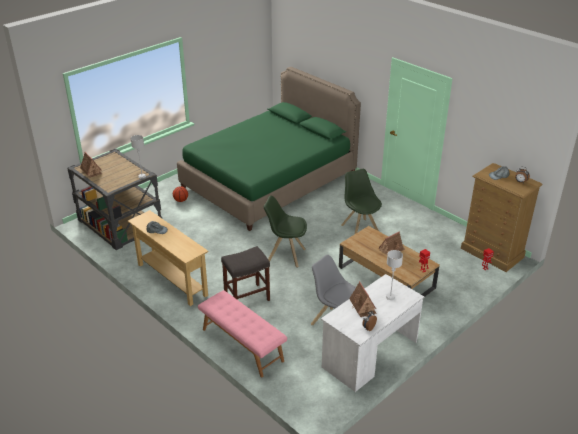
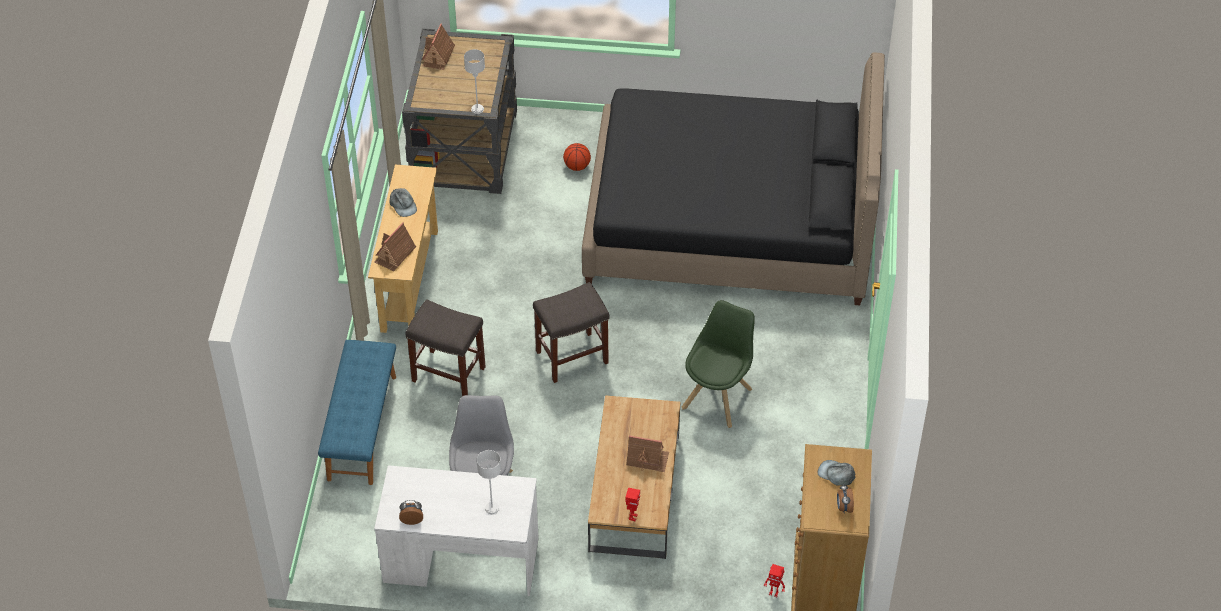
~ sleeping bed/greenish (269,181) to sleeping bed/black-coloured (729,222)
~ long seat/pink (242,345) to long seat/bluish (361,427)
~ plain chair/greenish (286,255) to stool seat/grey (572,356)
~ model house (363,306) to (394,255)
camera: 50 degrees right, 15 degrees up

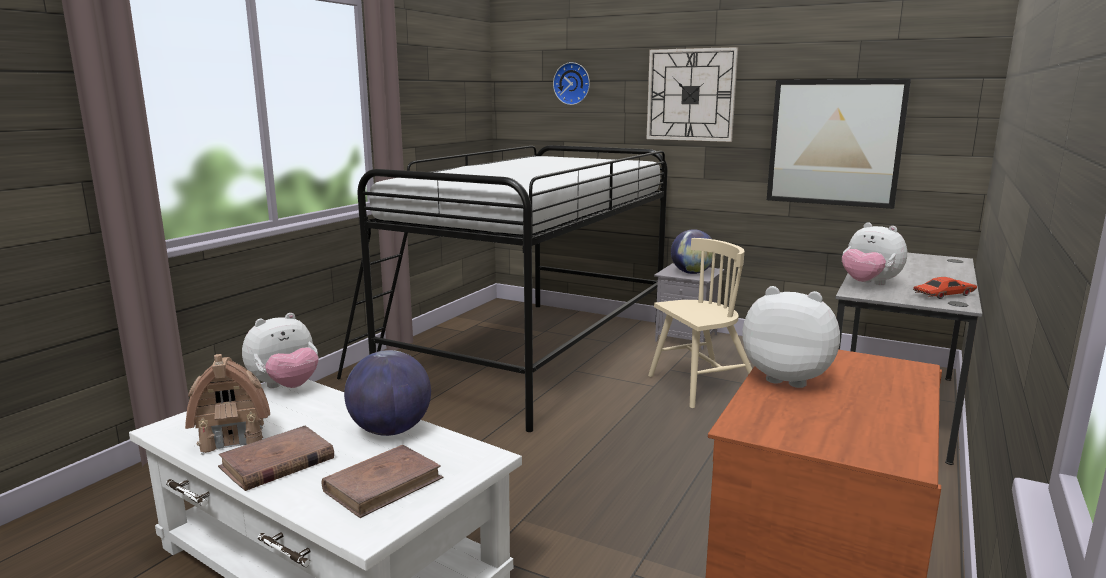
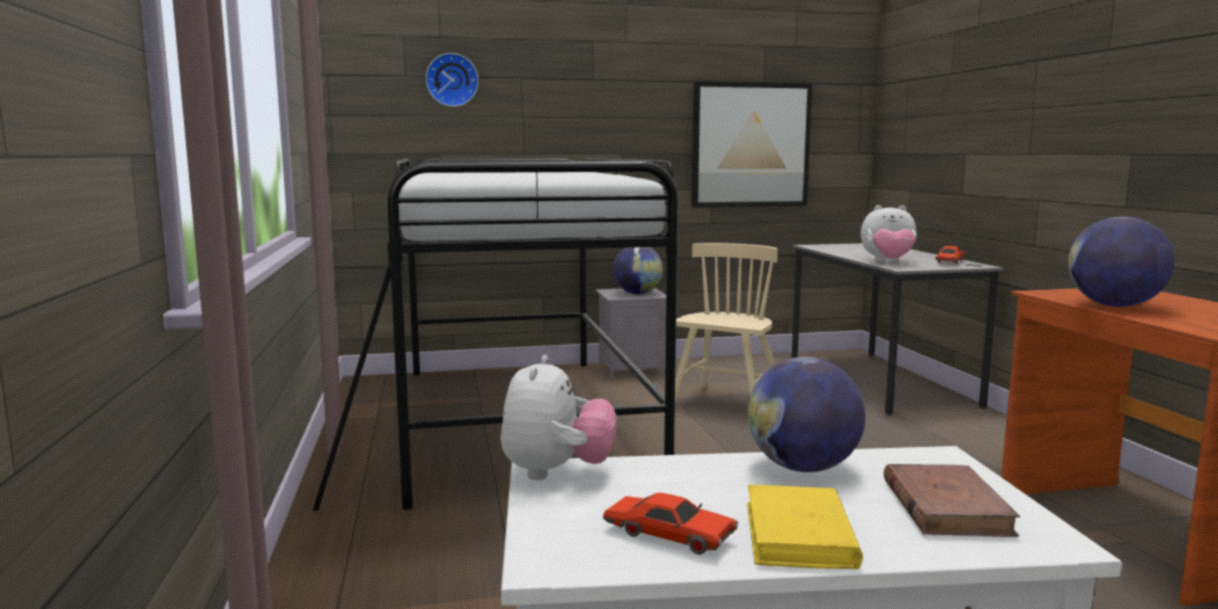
~ model house (233,437) to model car/red-coloured (669,535)
~ volume/brown (277,463) to volume/yellow (799,534)
- wall clock (691,95)
~ soft toy (788,378) to globe (1114,306)
camera: 40 degrees left, 5 degrees down

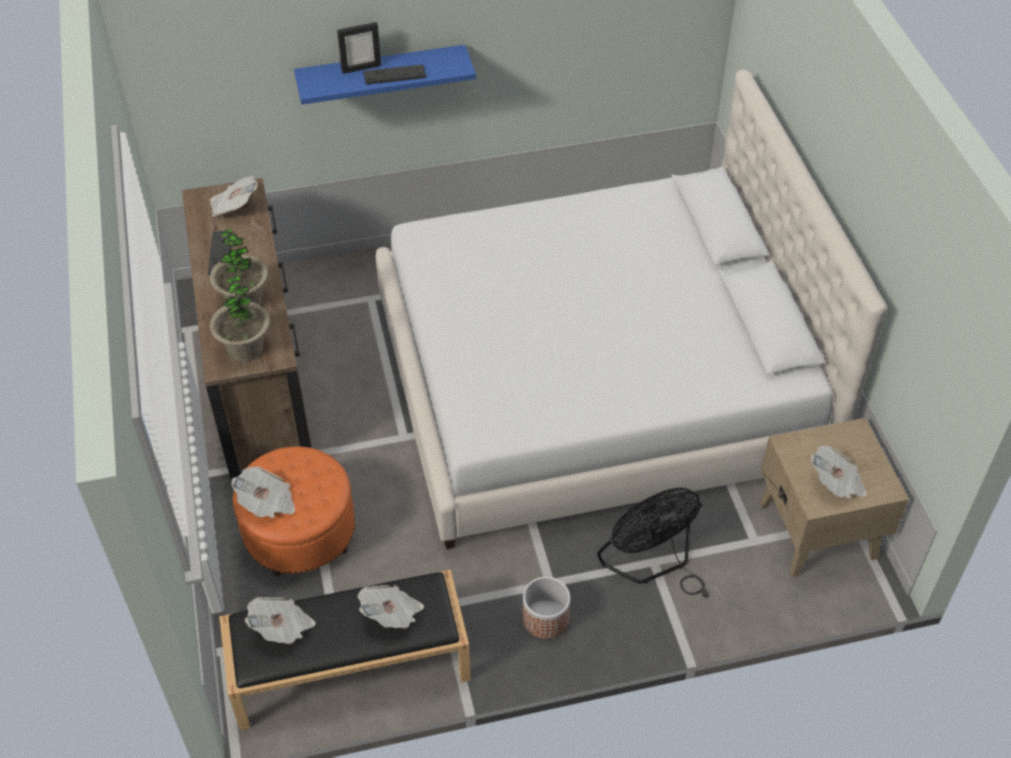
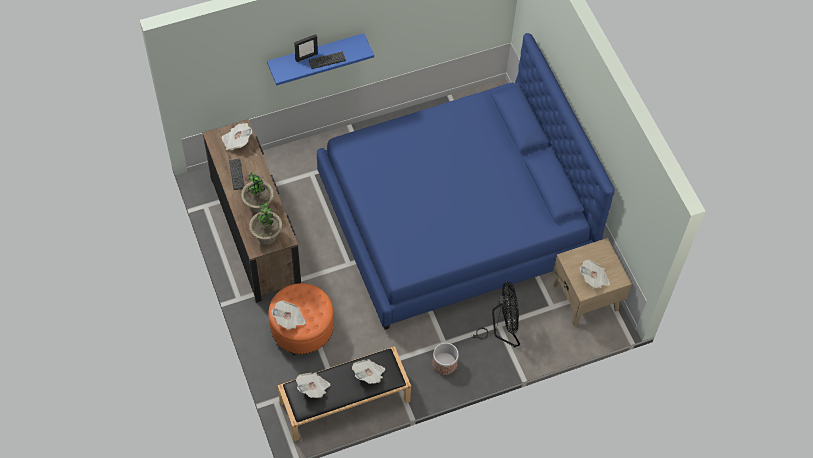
~ sleeping bed/whitish (598,381) to sleeping bed/bluish (455,216)
~ cooling fan/black-coloured (659,562) = (501,324) 120 degrees clockwise
camera: 10 degrees left, 10 degrees up

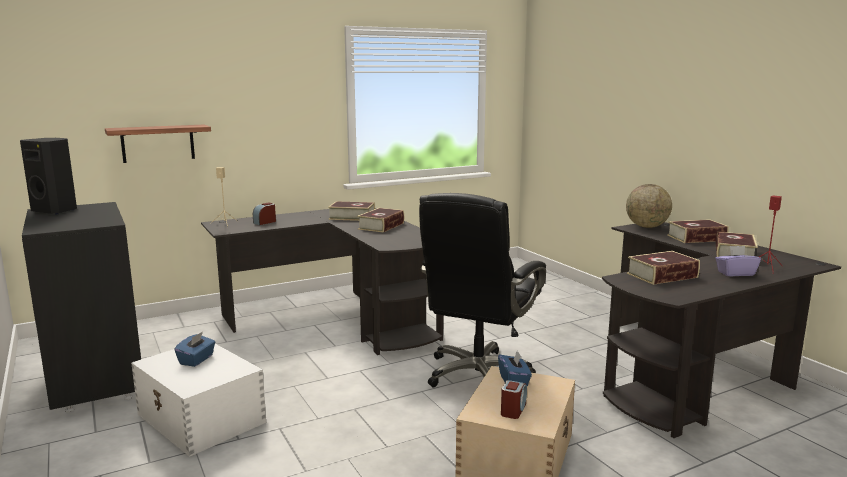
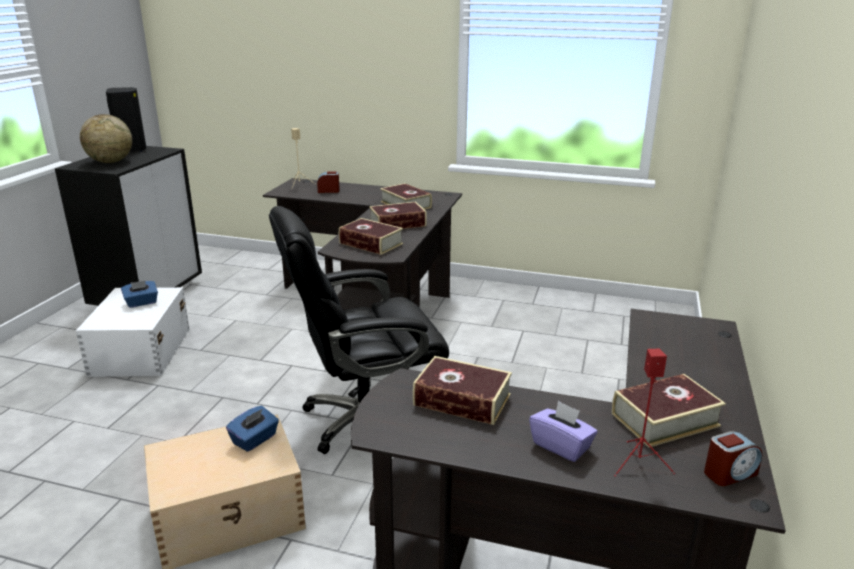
- bracket shelf (158,143)
~ alarm clock (513,410) to (729,473)
~ globe (647,227) to (110,162)
~ volume (696,238) to (371,243)
camera: 45 degrees right, 10 degrees up

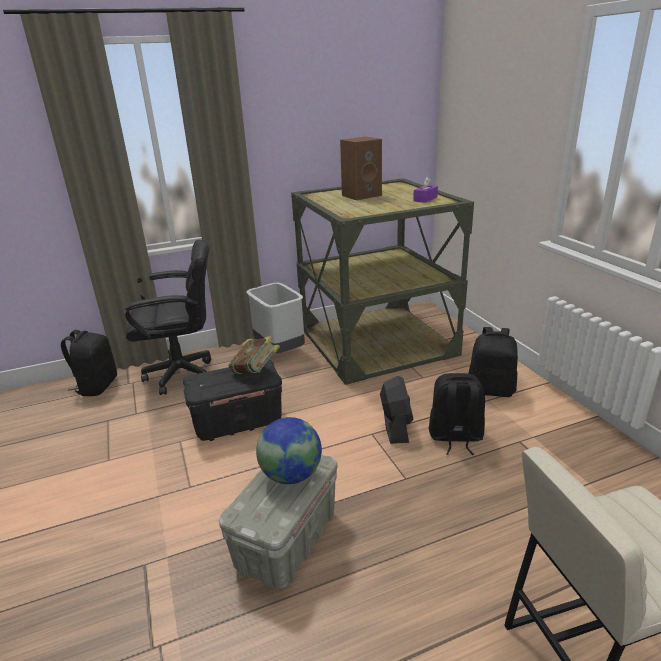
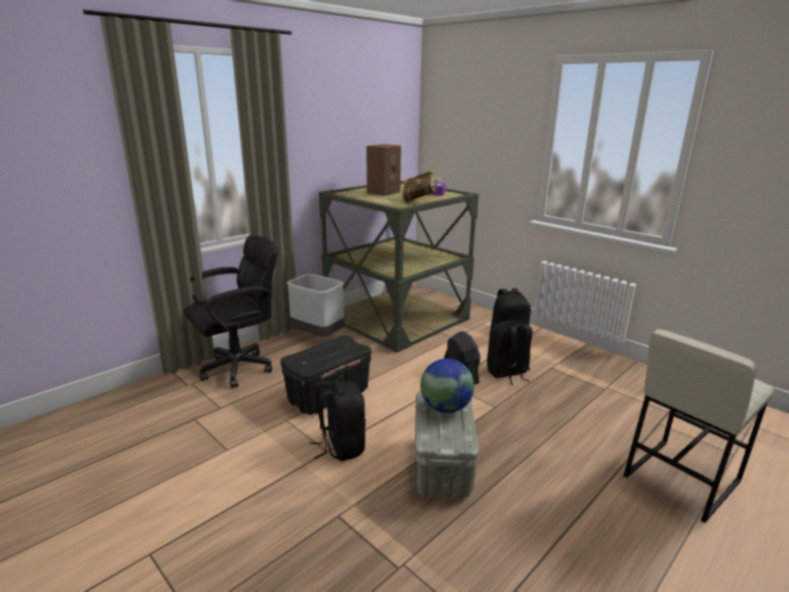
~ rucksack/black-coloured (97,386) to (341,446)
~ volume (256,372) to (420,200)
camera: 25 degrees left, 5 degrees down

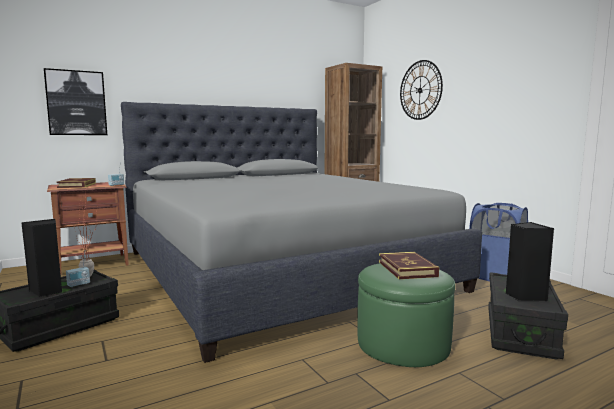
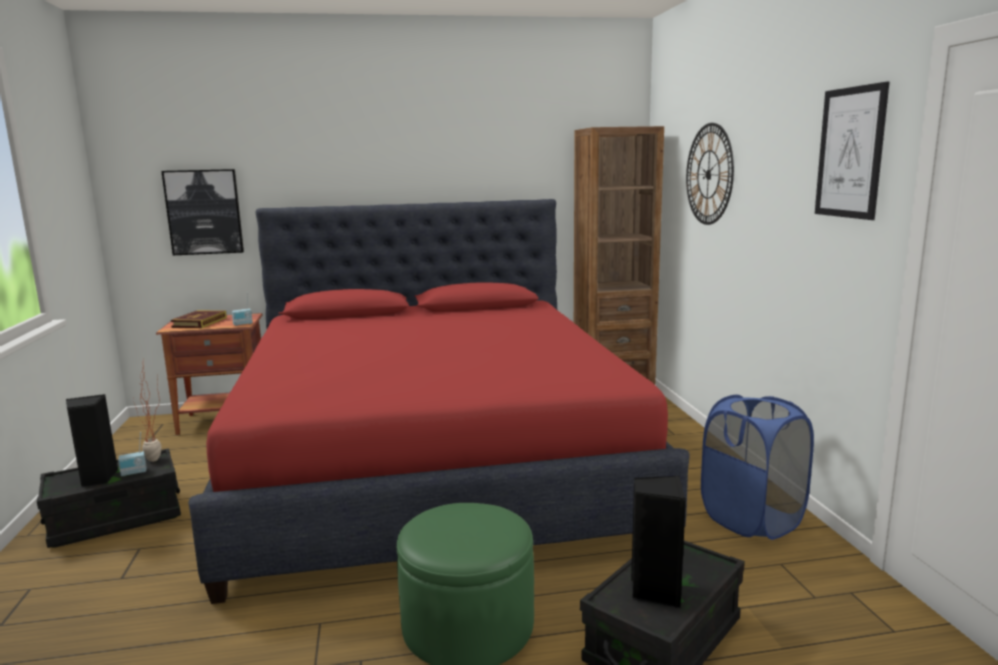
~ sleeping bed/grey (279,269) to sleeping bed/red-coloured (433,460)
- volume (407,269)
+ wall picture (850,153)
camera: 20 degrees right, 5 degrees up

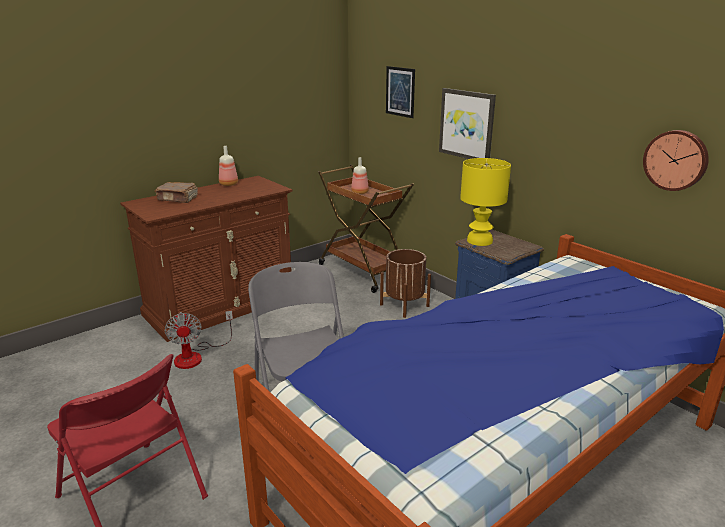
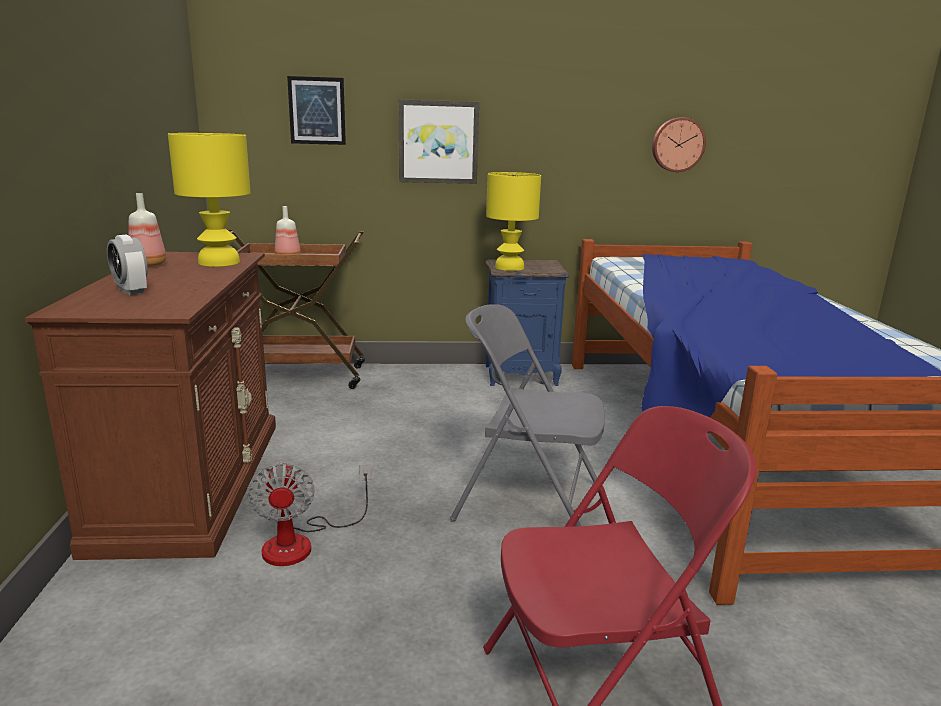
~ volume/brown (178,199) to alarm clock (131,291)
~ cooling fan (196,356) = (302,542) 60 degrees clockwise
- plant pot/brown (404,305)
+ lamp for a table/yellow (220,262)
camera: 55 degrees left, 5 degrees down

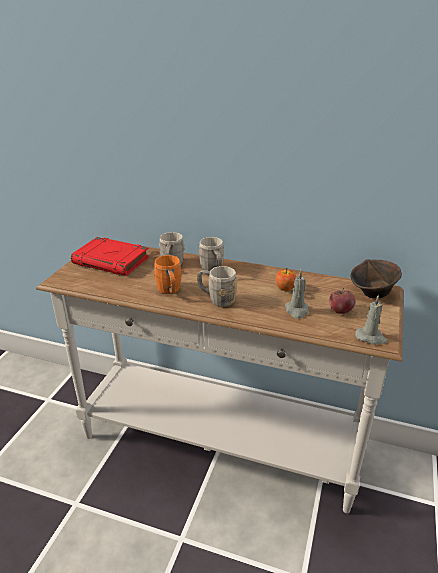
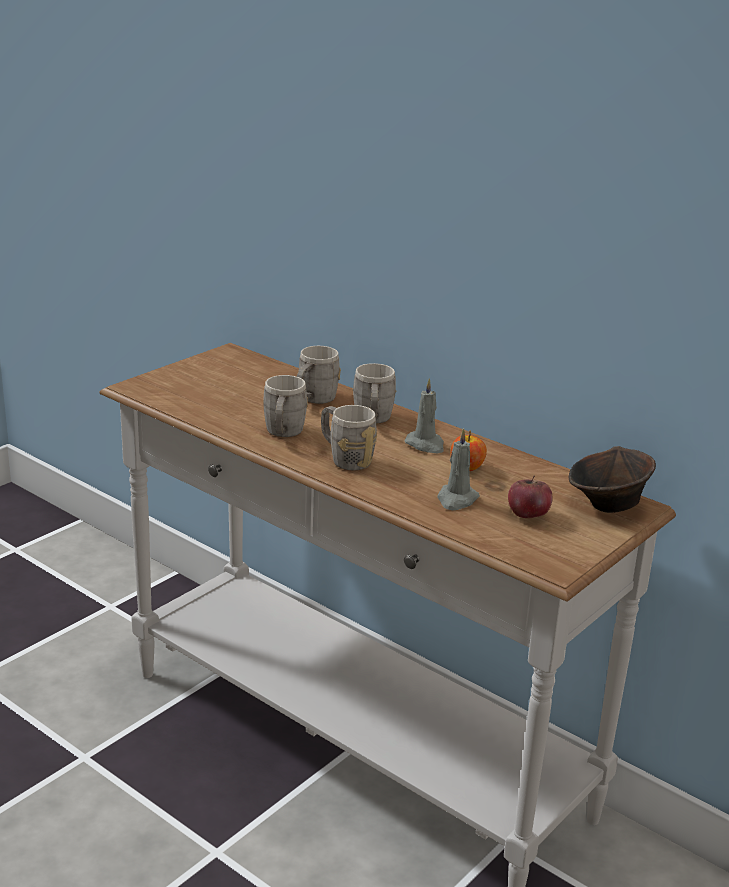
- volume/red-coloured (112,261)
~ mug/orange-coloured (170,291) to mug/grey (283,434)
~ candle/grey (371,337) to (426,445)
camera: 20 degrees right, 5 degrees down

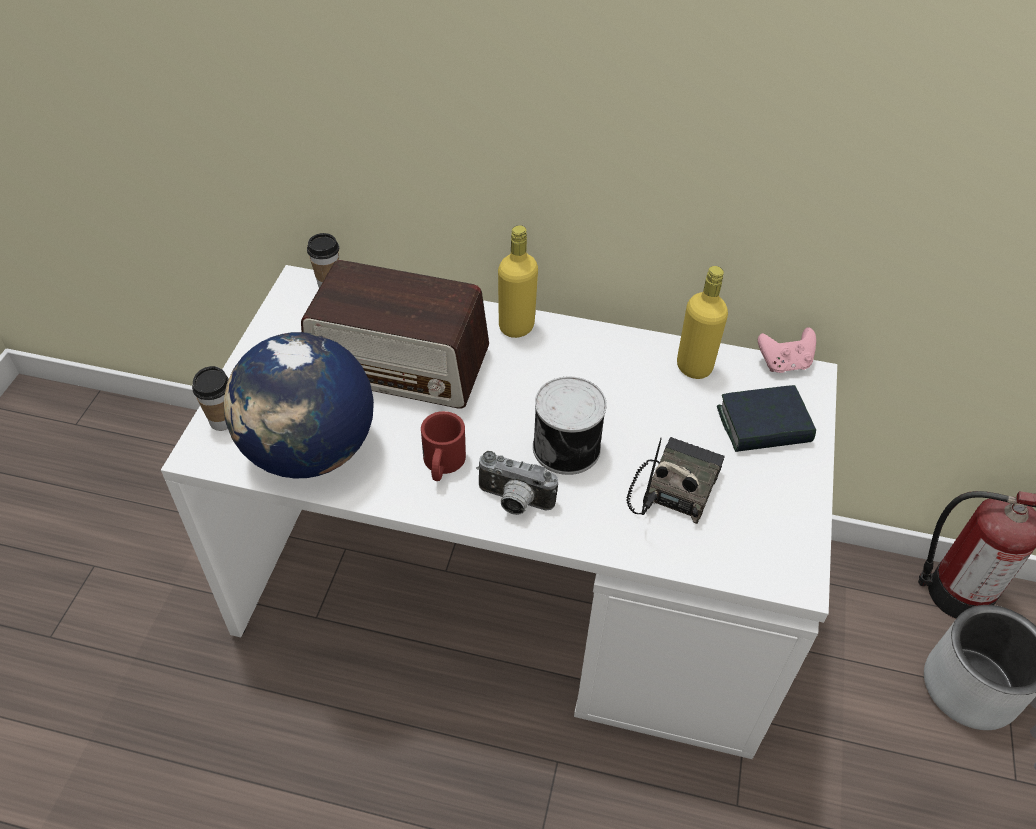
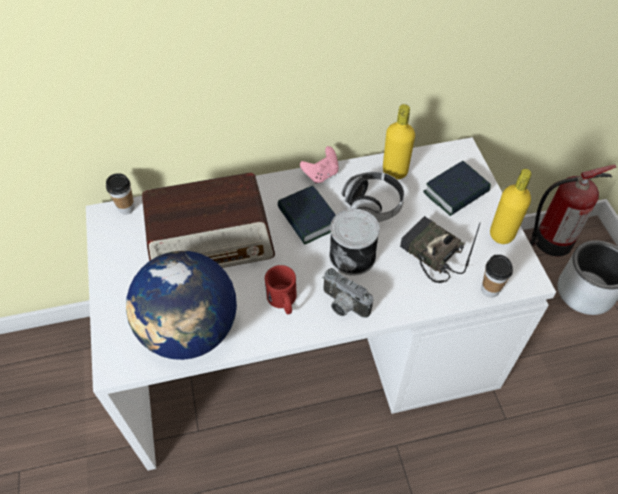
~ cup (222,421) to (490,290)
~ still camera (513,502) = (342,305) 45 degrees clockwise
~ drink bottle/yellow (516,327) to (501,234)
~ radio (673,488) = (429,254) 45 degrees counterclockwise
~ game controller/pink (784,363) to (321,174)
+ volume (308,219)
+ pair of headphones (373,205)
camera: 25 degrees left, 5 degrees up

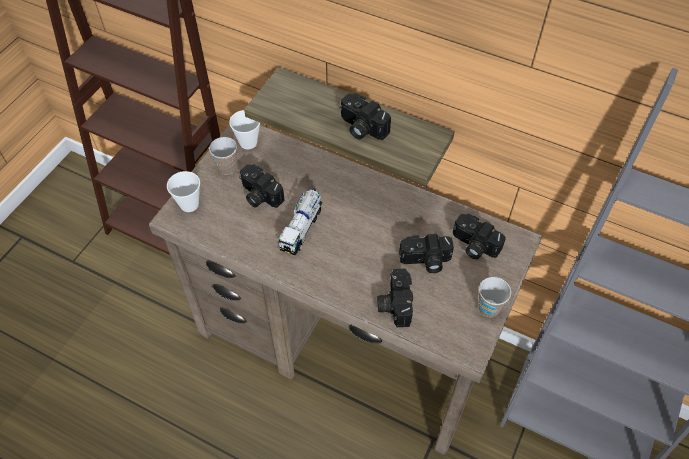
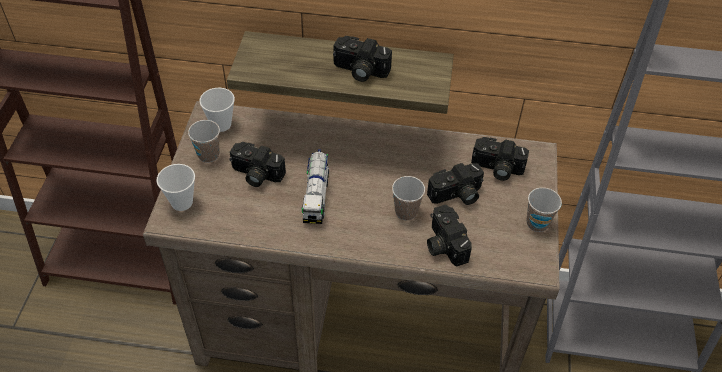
+ cup (406,212)
camera: 20 degrees left, 5 degrees down

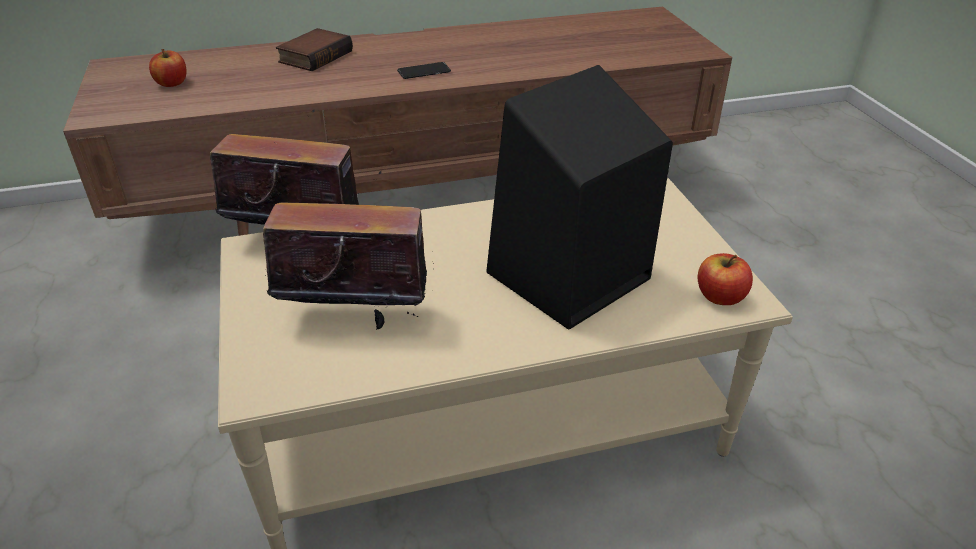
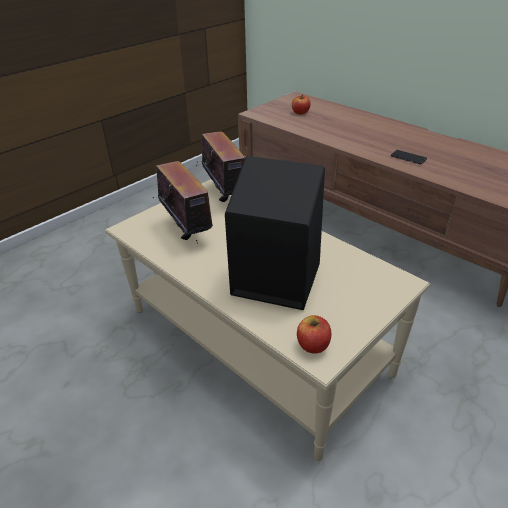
- volume (315,56)
camera: 60 degrees right, 0 degrees up

